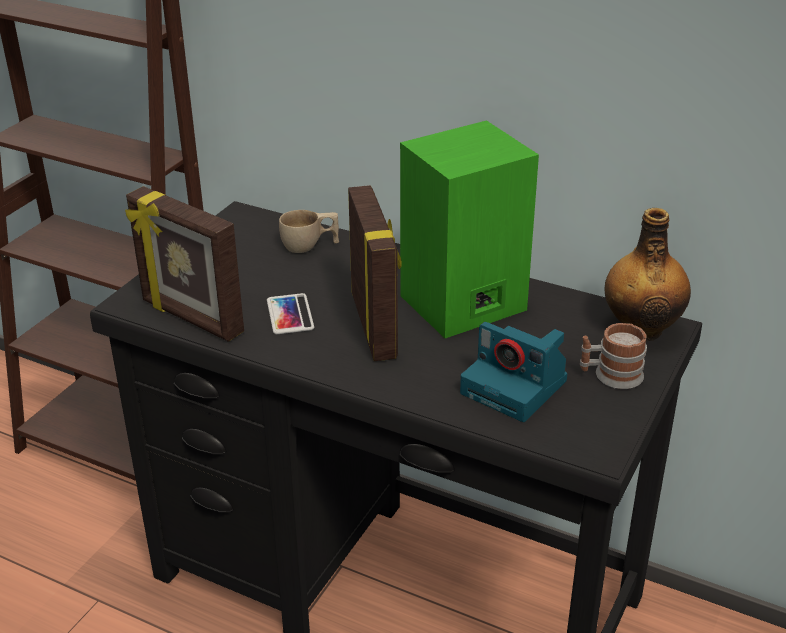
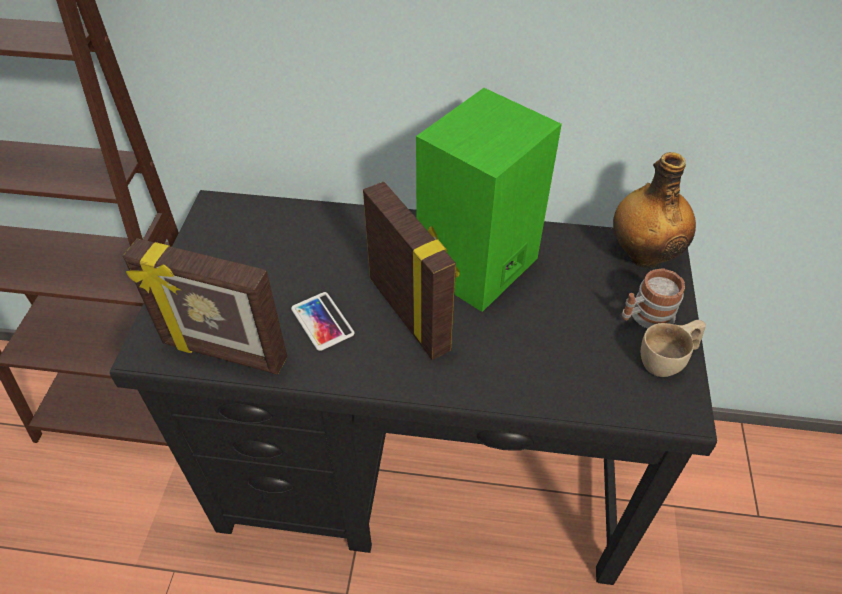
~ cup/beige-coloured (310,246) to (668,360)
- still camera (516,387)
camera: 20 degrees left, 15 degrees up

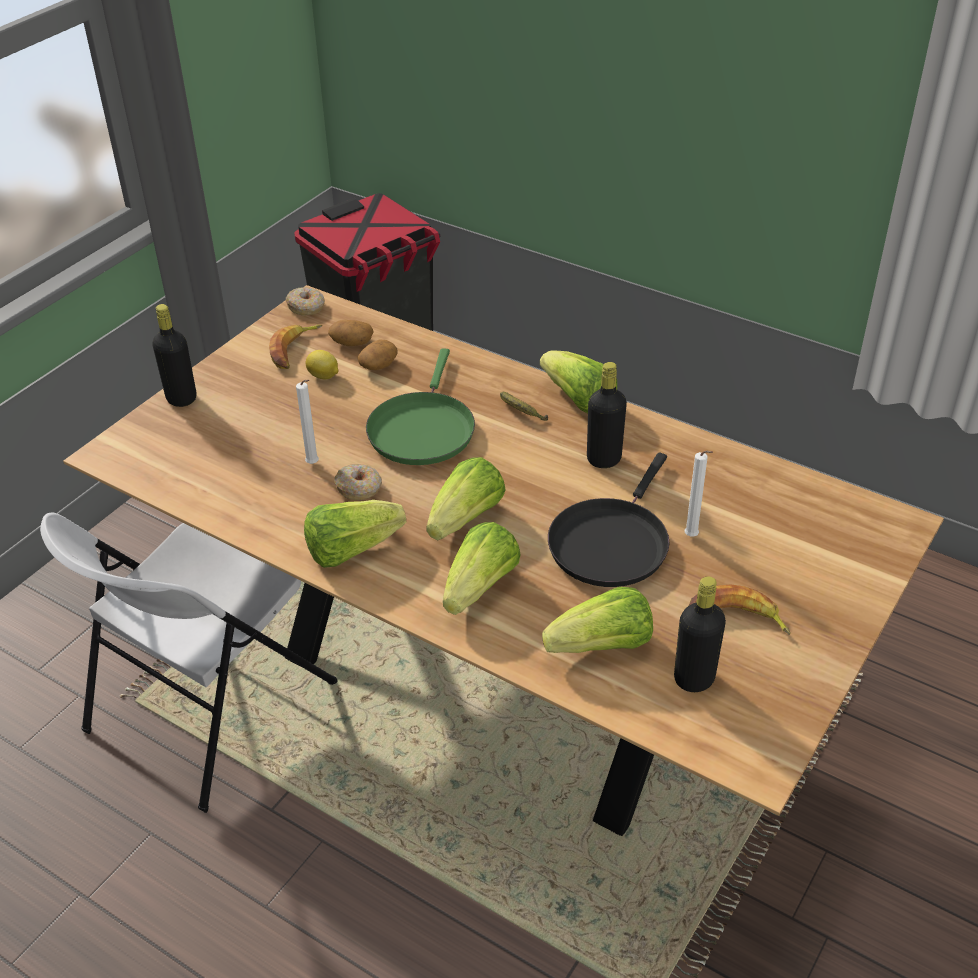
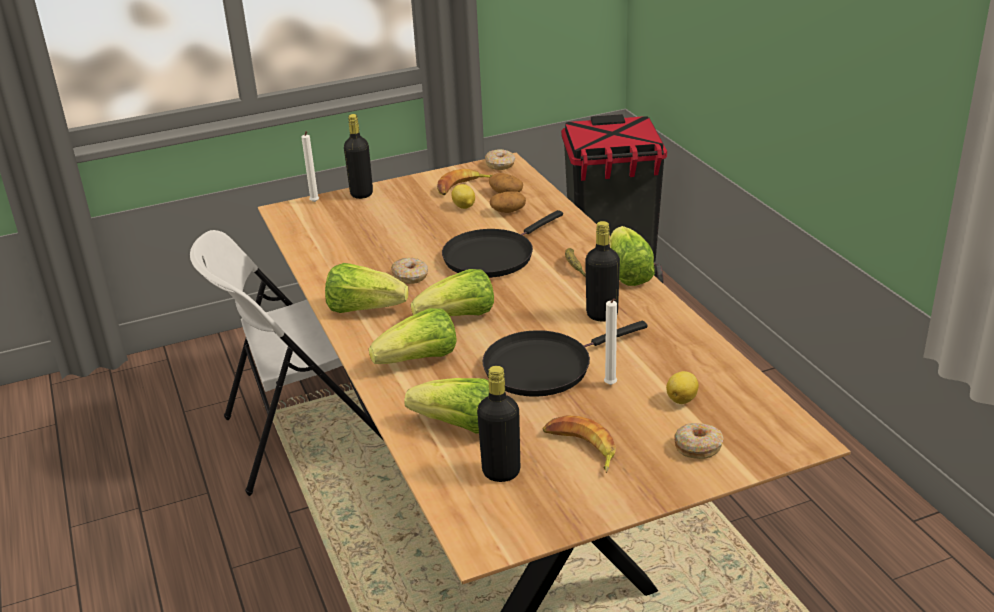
~ candle/whitish (314,464) to (315,203)
~ pan/greenish (422,429) to pan/black-coloured (492,256)
+ whole lemon (682,399)
+ donut (698,447)
camera: 35 degrees right, 10 degrees down

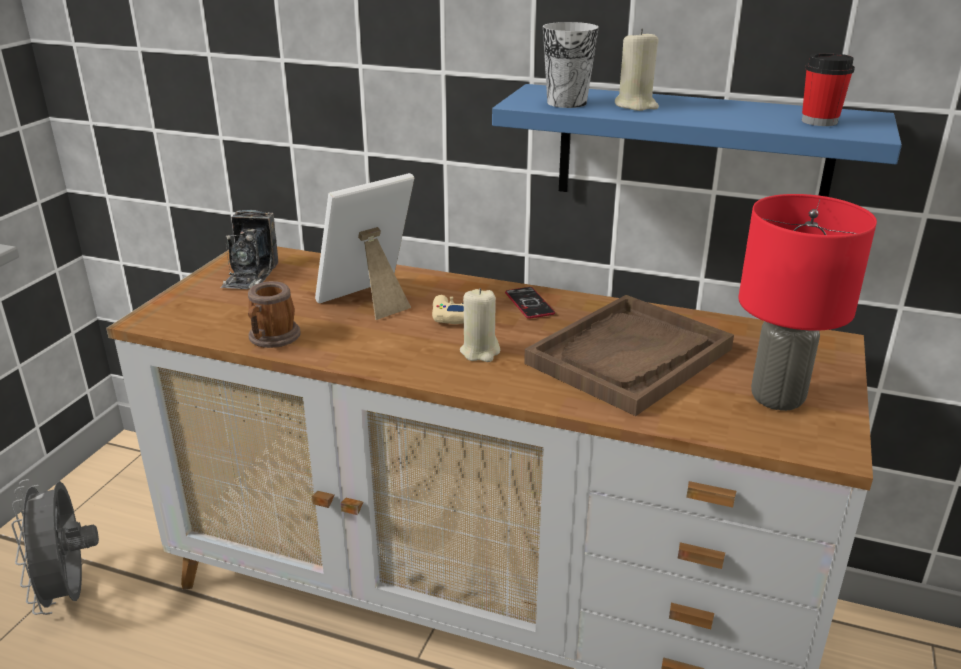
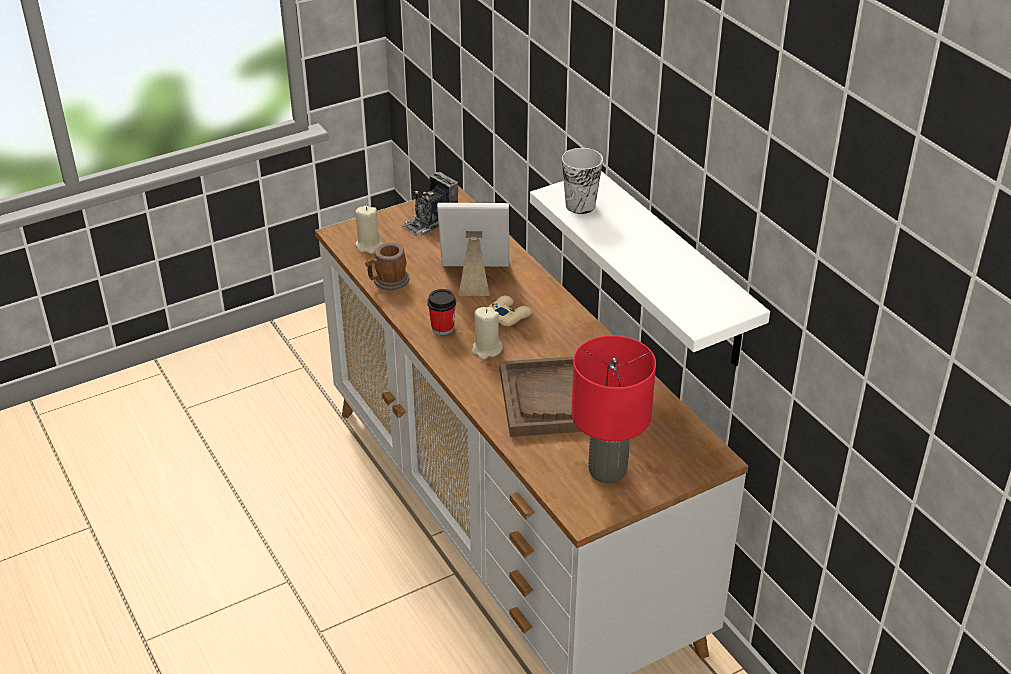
- cooling fan/grey (70,593)
~ bracket shelf/bluish (691,152) to bracket shelf/whitish (675,271)
- phone (529,304)
~ candle/beige-coloured (636,105) to (369,245)
~ cup (819,121) to (442,328)
camera: 40 degrees right, 10 degrees up

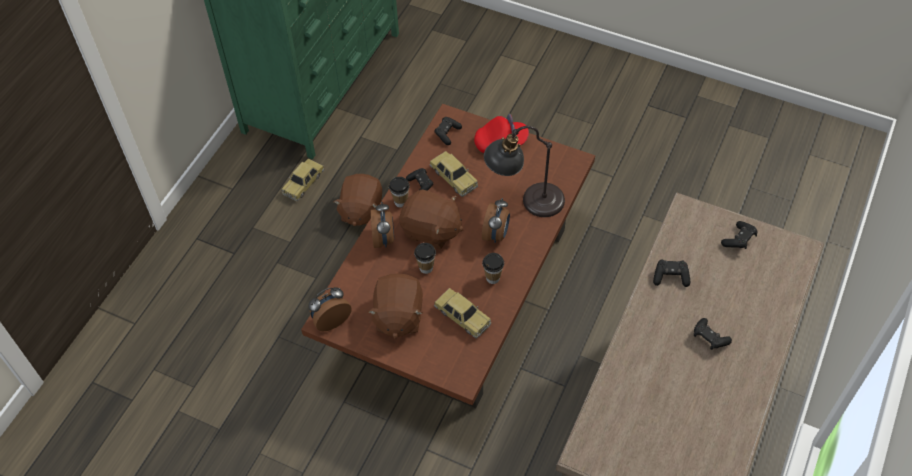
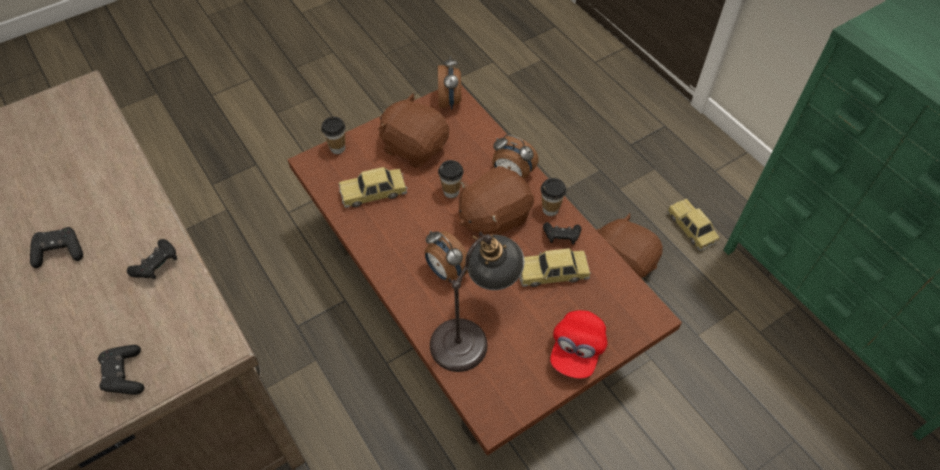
- game controller/black-coloured (447,133)
~ cup (493,278) to (337,148)
camera: 120 degrees right, 0 degrees up

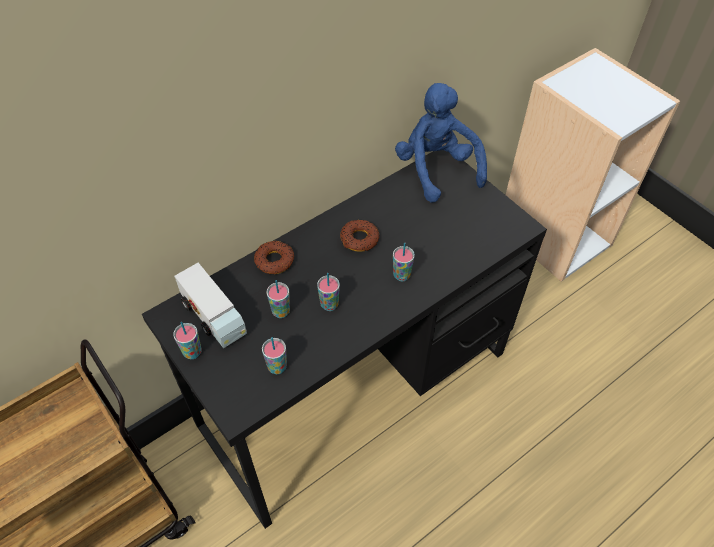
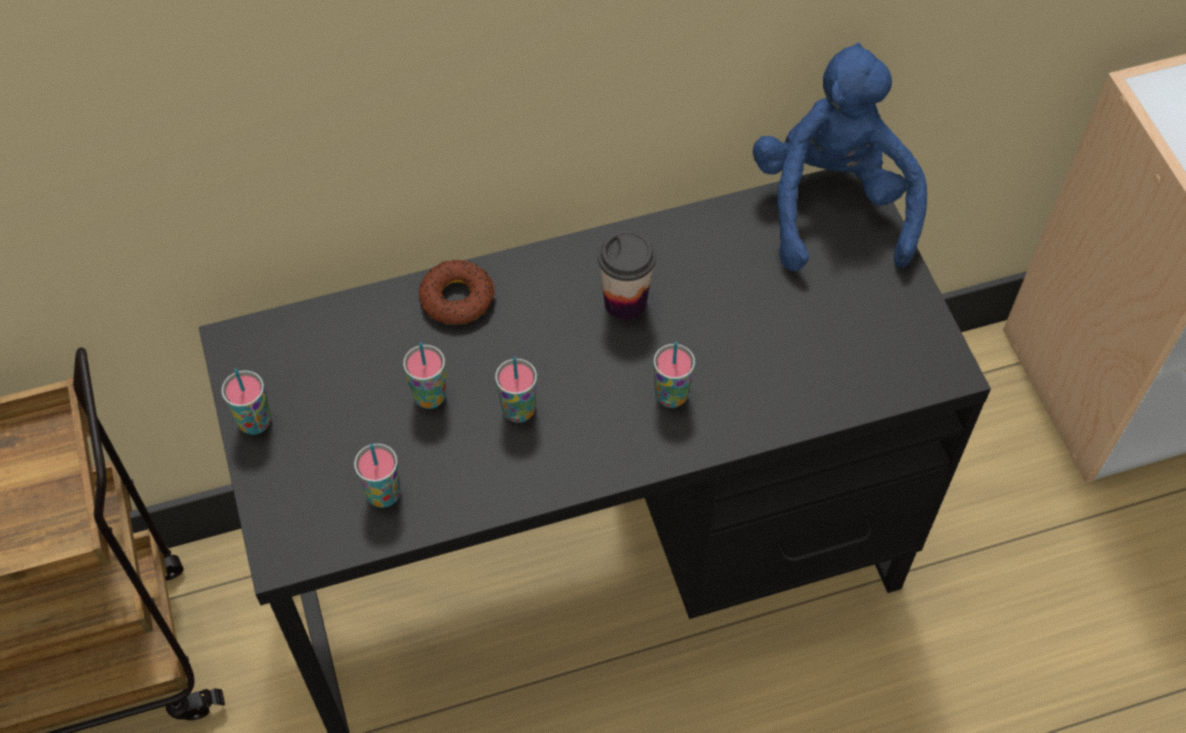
- toy truck (214,316)
~ donut (359,239) to cup (625,303)
camera: 20 degrees right, 5 degrees up

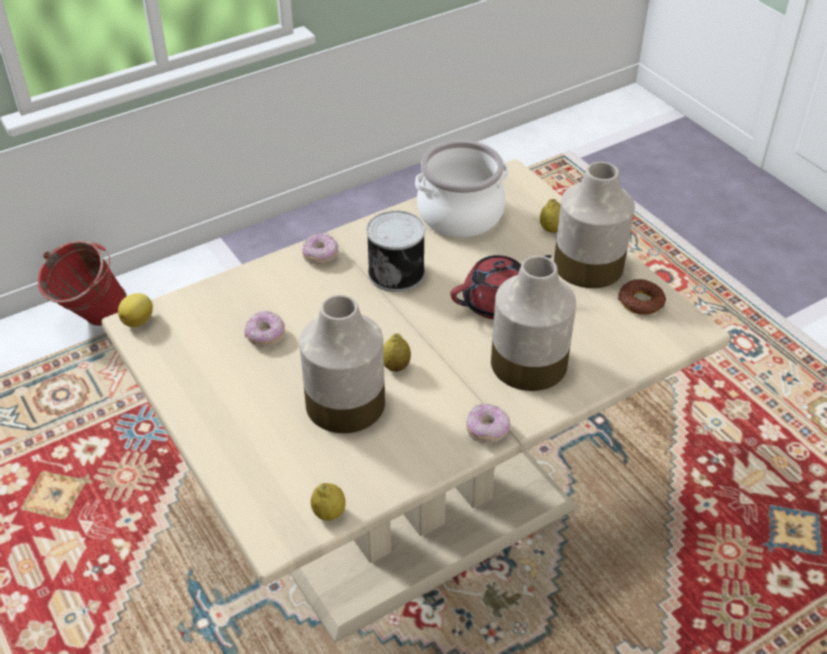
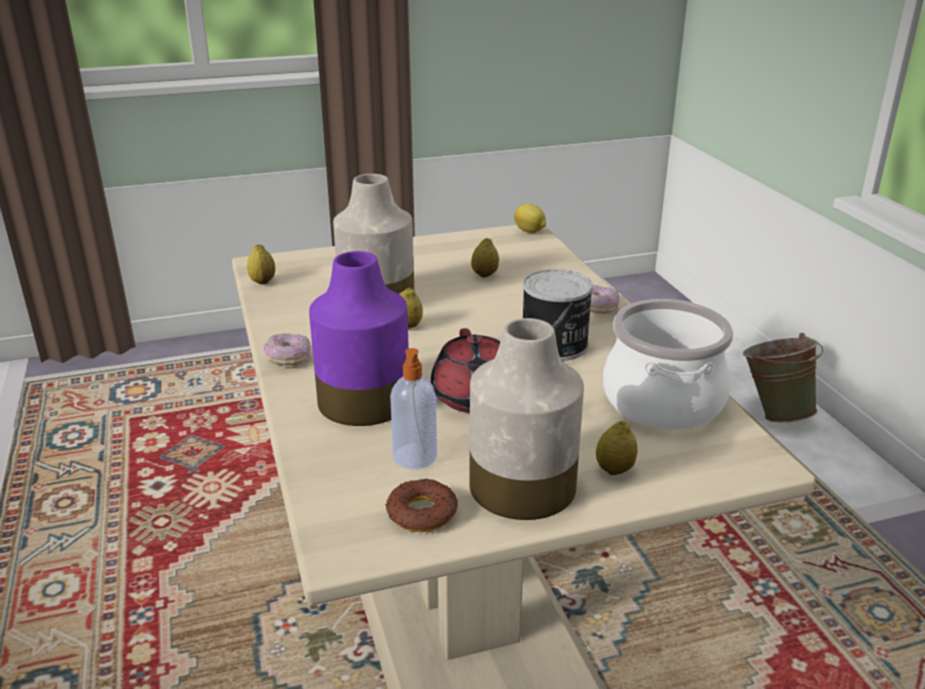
~ bucket/red-coloured (91,321) to bucket/greenish (773,413)
~ donut (265,336) to whole lemon (485,275)
~ vase/beige-coloured (530,362) to vase/purple-coloured (363,400)
+ liquid soap bottle (414,458)
camera: 105 degrees right, 15 degrees down

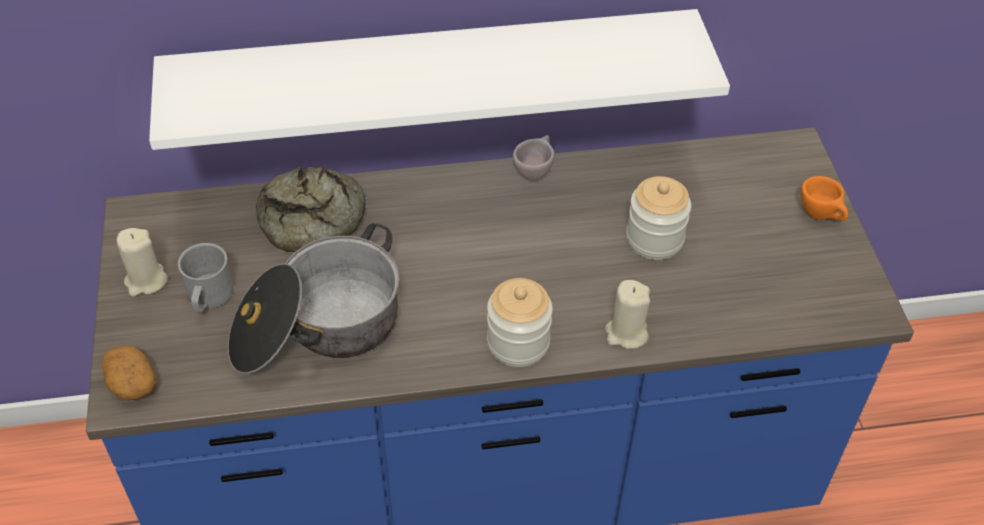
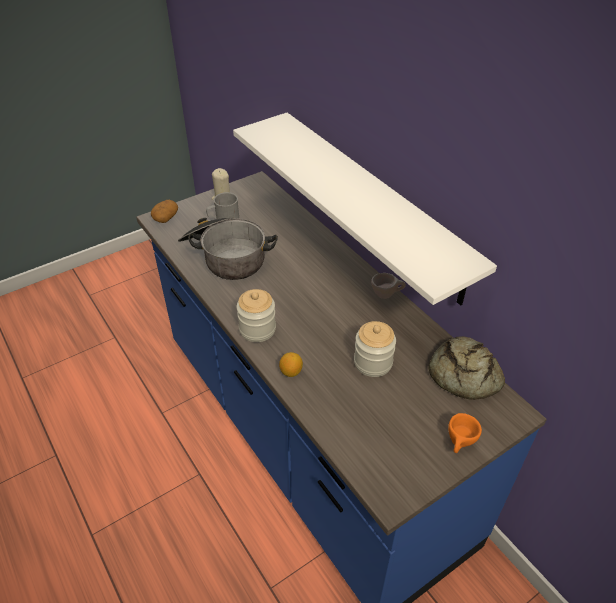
~ bakery bread (312,220) to (463,375)
~ candle/beige-coloured (626,333) to whole lemon (291,372)
camera: 65 degrees right, 5 degrees down

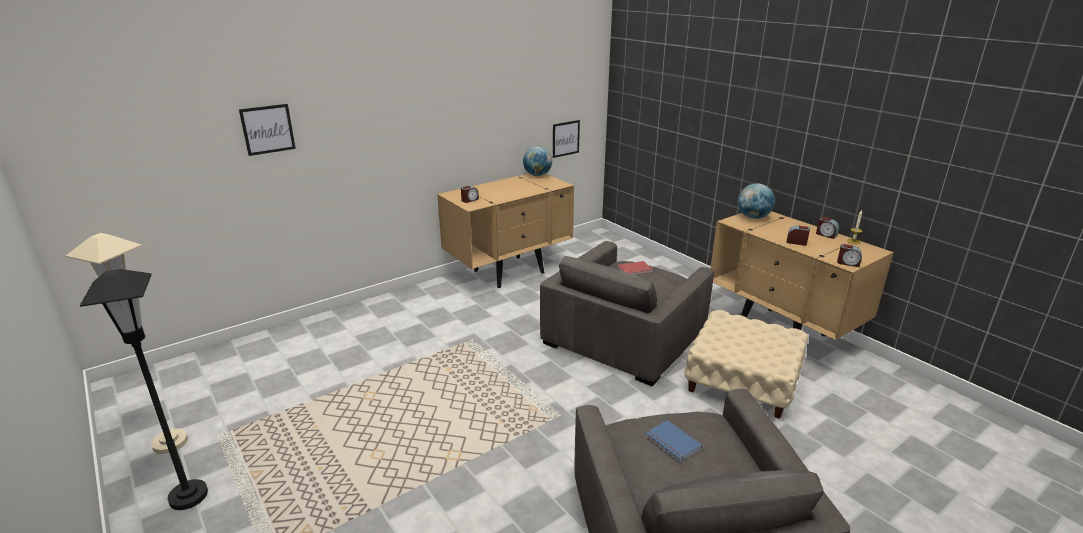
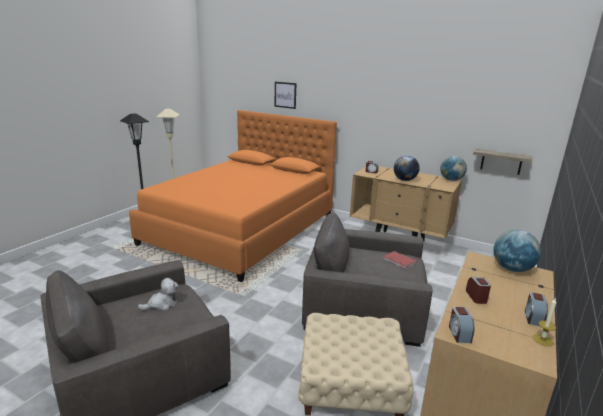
~ wall picture (565,138) to bracket shelf (501,162)
~ volume/bluish (671,443) to soft toy (162,304)
+ sleeping bed/orange-coloured (242,230)
+ globe (405,180)
camera: 65 degrees right, 5 degrees down

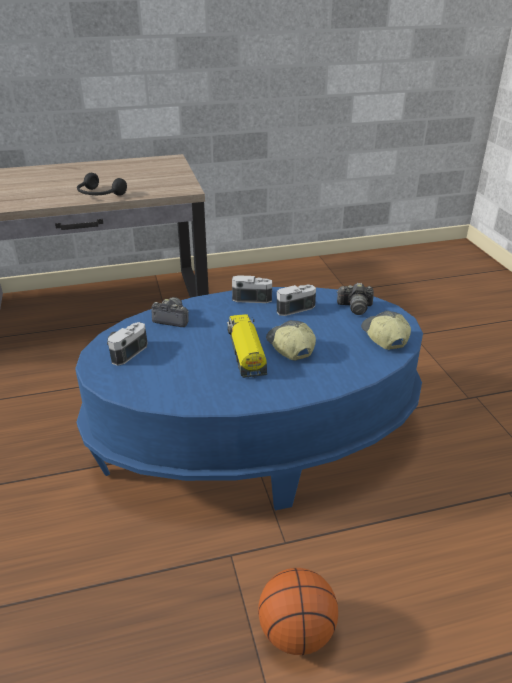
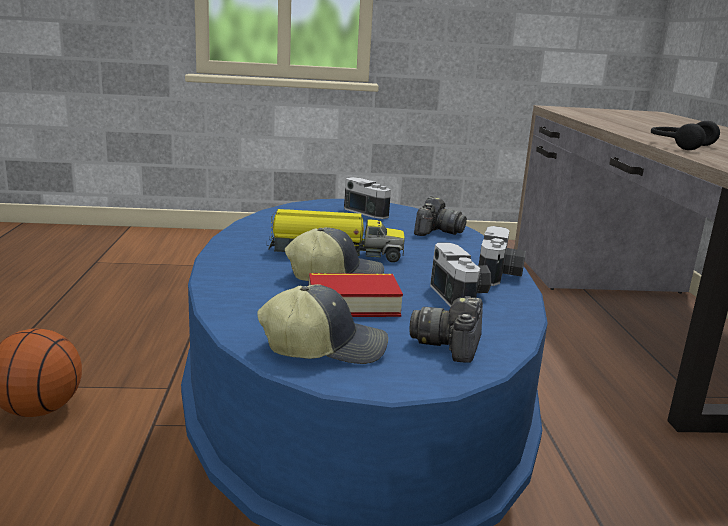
+ volume (353,304)
camera: 100 degrees right, 15 degrees down

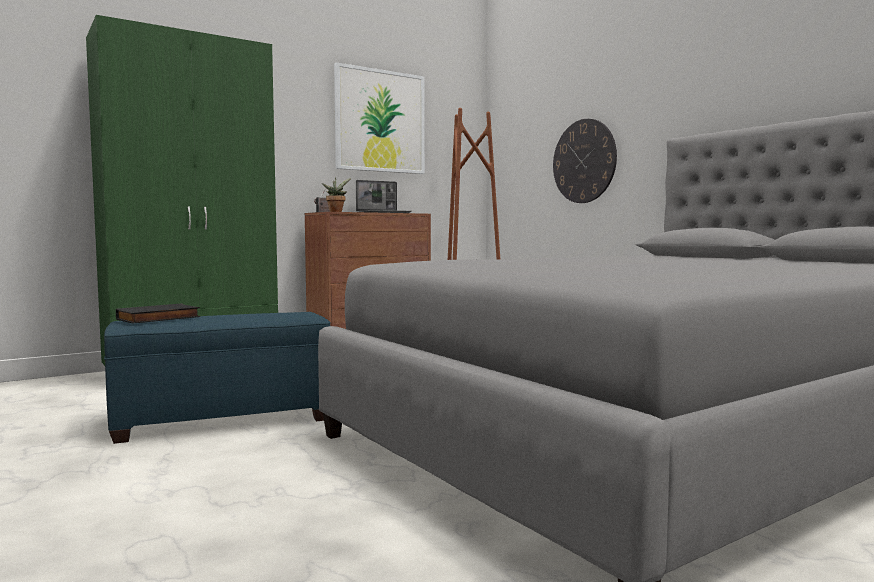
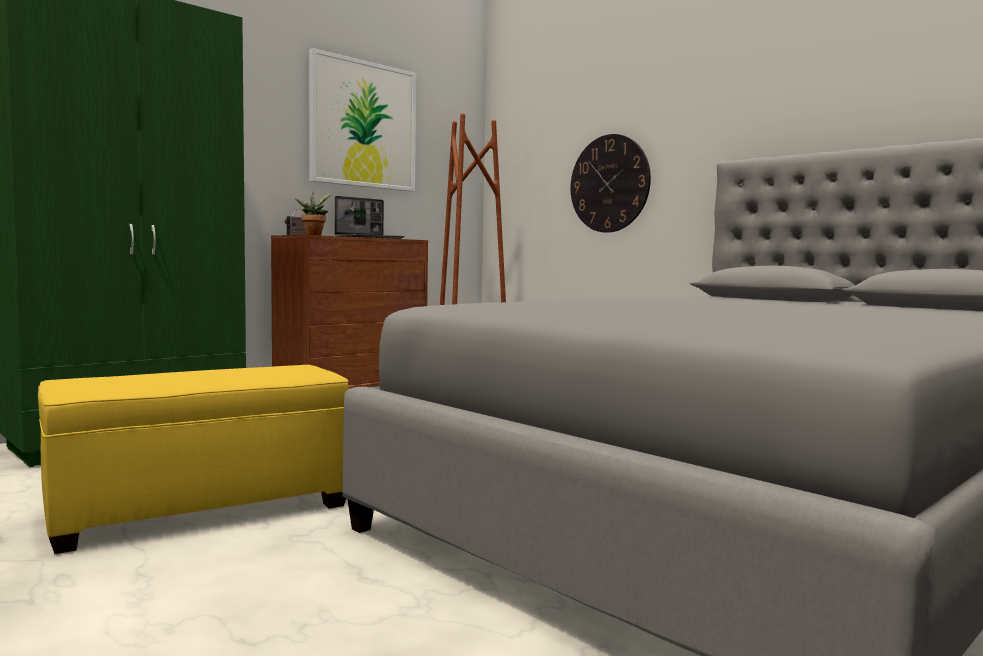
~ footrest/bluish (224,418) to footrest/yellow (202,508)
- volume/black-coloured (158,318)
camera: 10 degrees left, 0 degrees up

